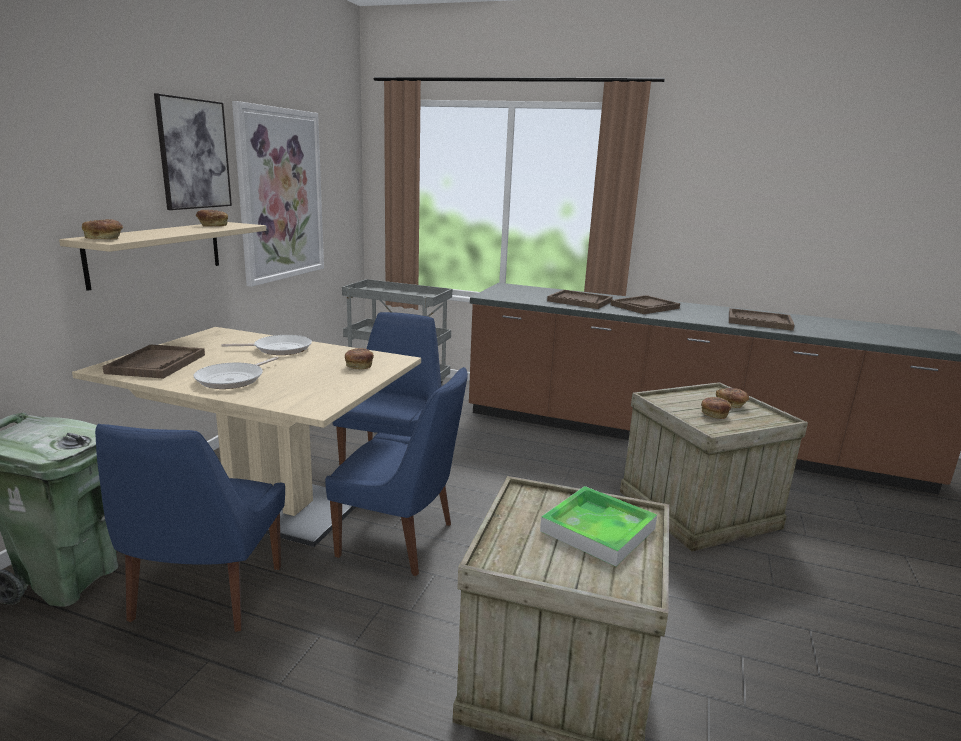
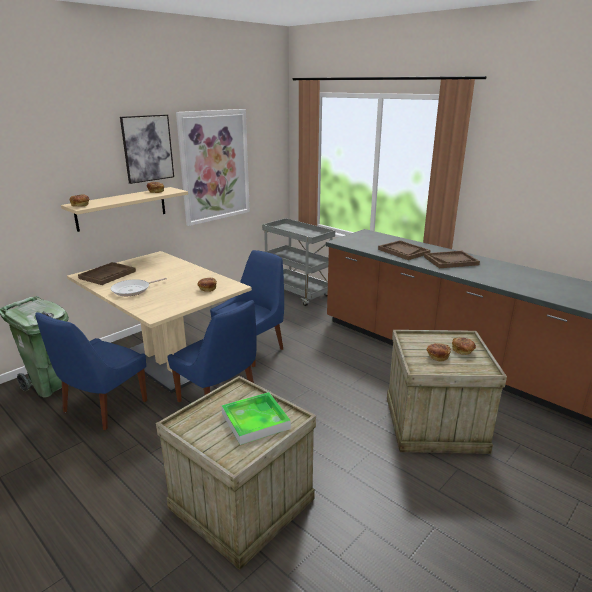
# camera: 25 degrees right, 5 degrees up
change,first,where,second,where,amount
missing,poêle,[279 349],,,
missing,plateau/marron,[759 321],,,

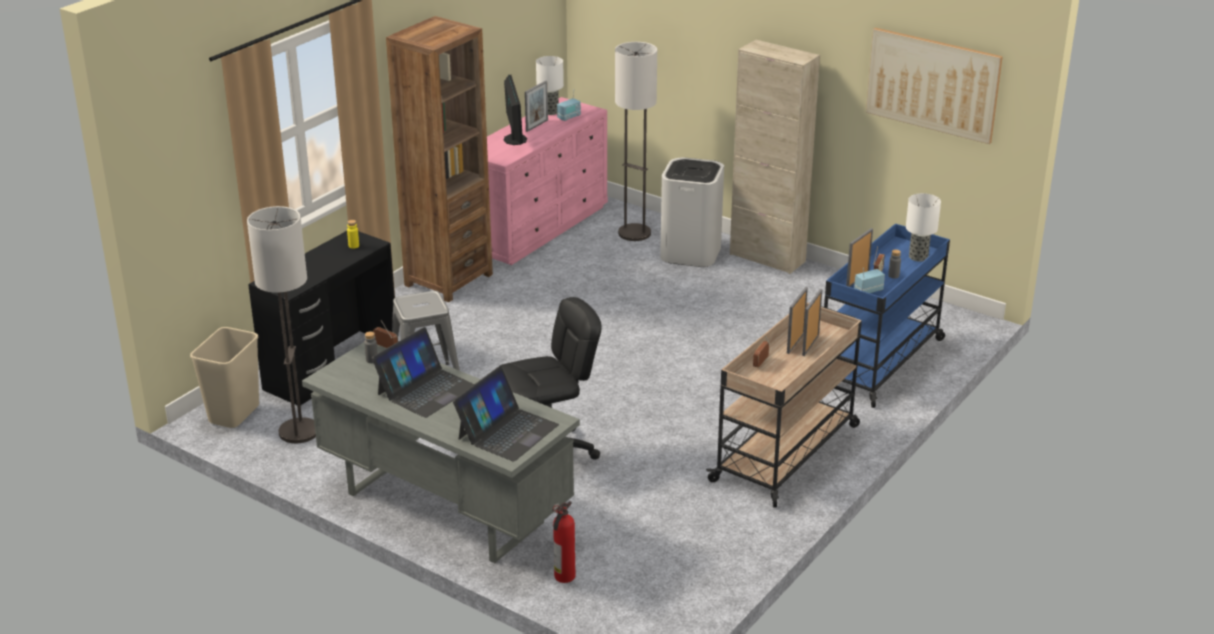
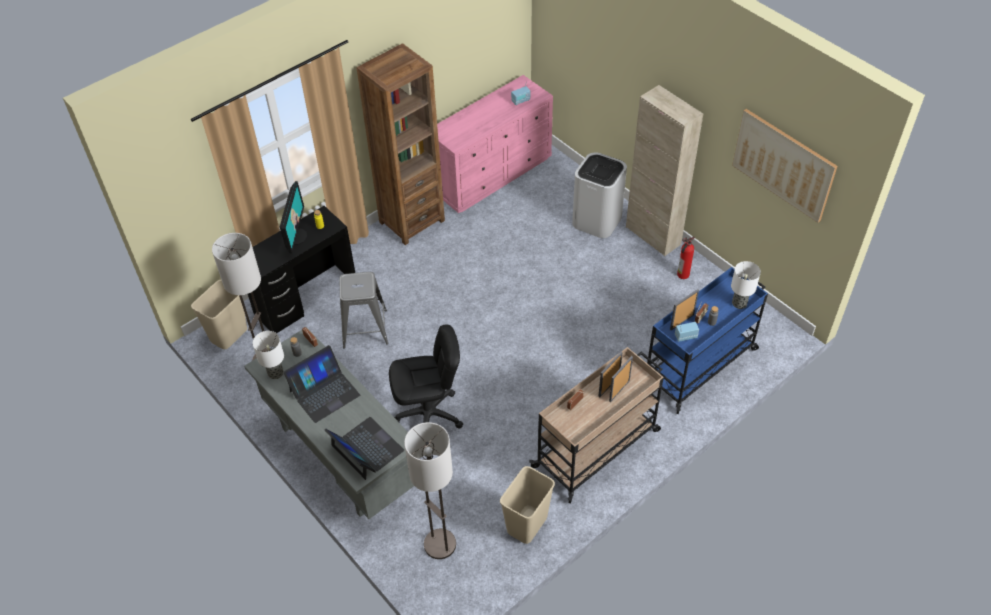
# camera: 15 degrees right, 20 degrees up
change,first,where,second,where,amount
missing,cadre photo,[537 125],,,
appeared,,,poubelle/beige,[527 525],
relocated,écran d'ordinateur,[514 139],,[296 236],
relocated,lampe de table,[551 112],,[276 373],
relocated,extincteur,[564 577],,[682 275],
relocated,lampadaire,[634 233],,[439 544],
spun,ordinateur portable,[507 431],,[366 448],90 degrees counterclockwise

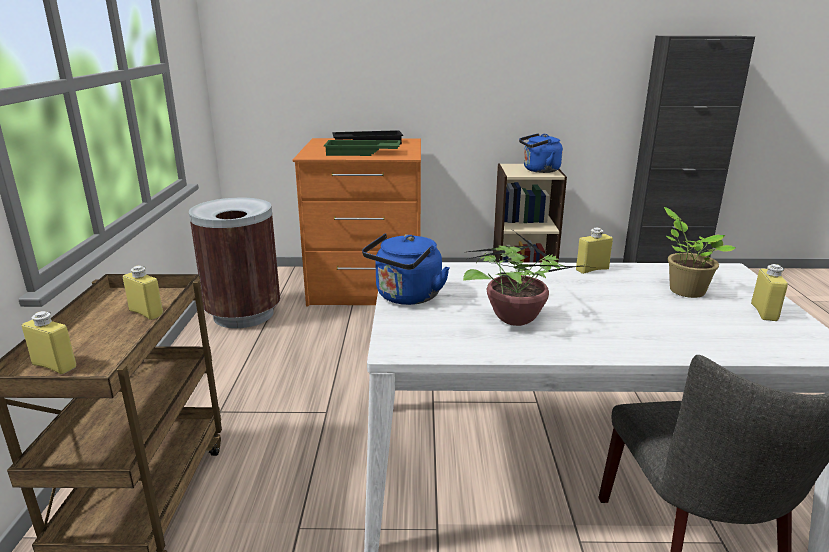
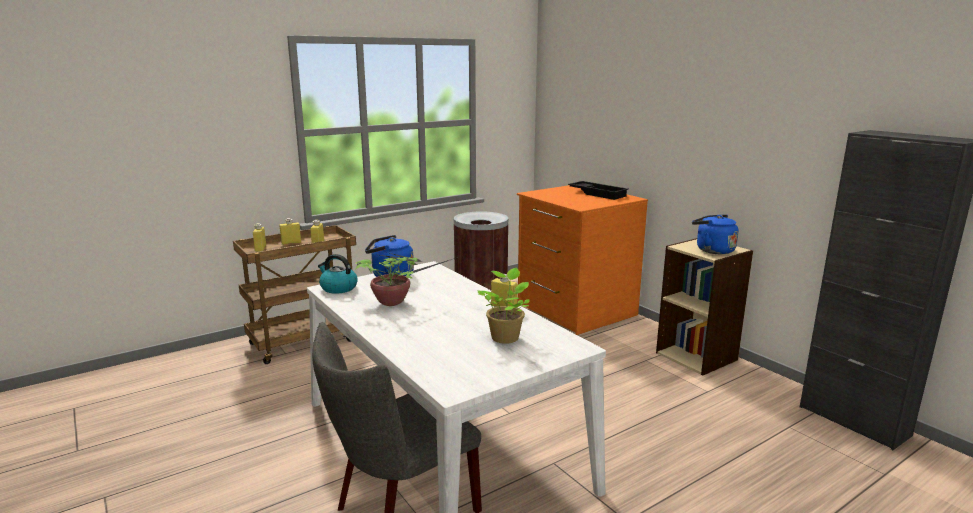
# camera: 55 degrees right, 5 degrees down
change,first,where,second,where,amount
missing,plateau/vert,[362 153],,,
appeared,,,bouilloire,[338 288],
relocated,bouteille/jaune,[764 312],,[291 243],

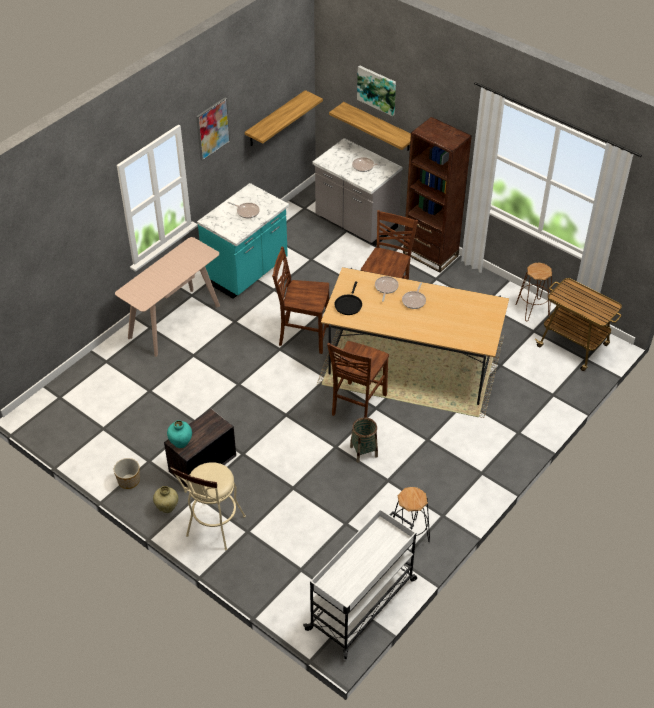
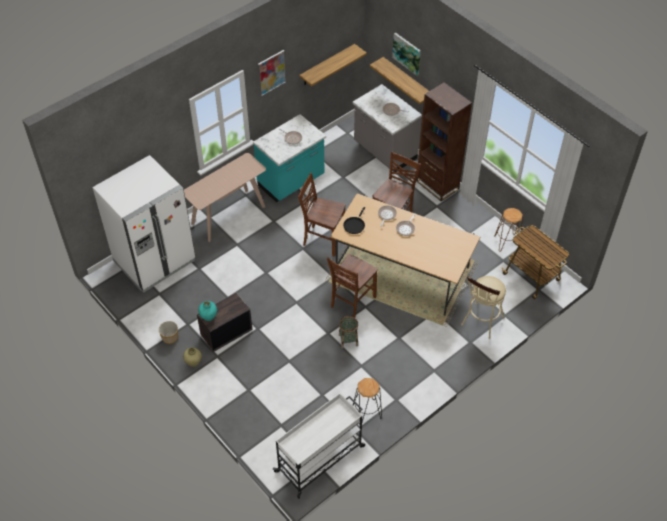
# camera: 10 degrees right, 5 degrees up
change,first,where,second,where,amount
appeared,,,réfrigérateur/blanc,[155 261],
relocated,tabouret/beige,[213 530],,[481 323],

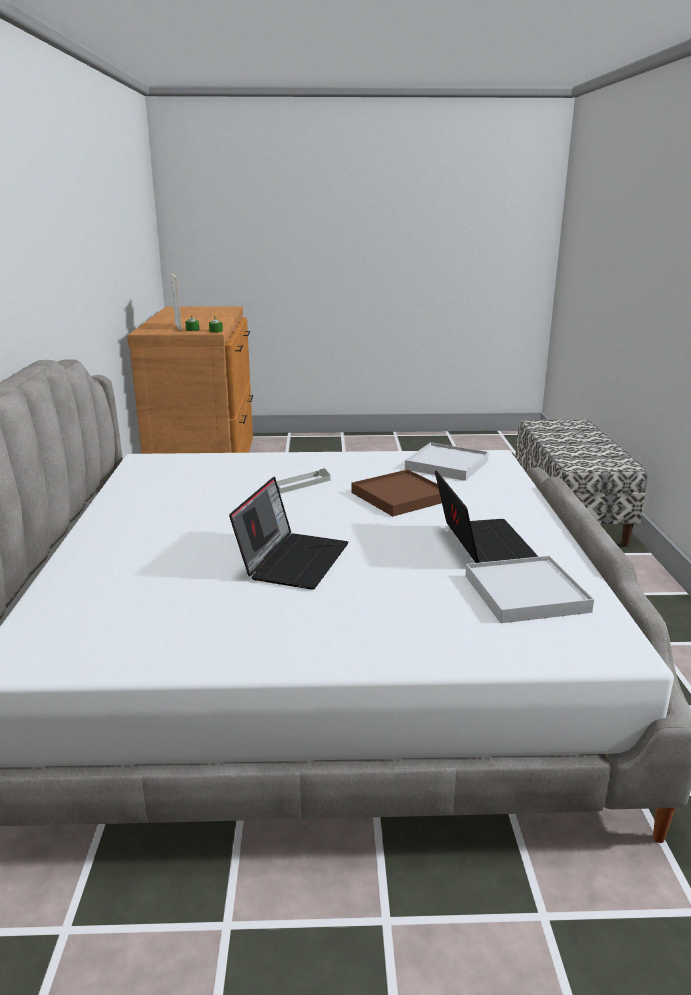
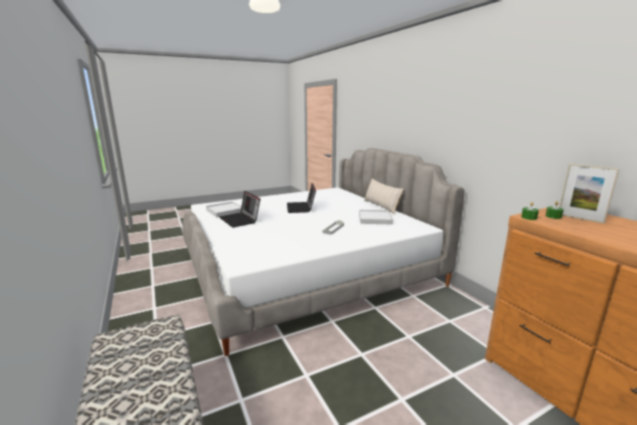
# camera: 155 degrees right, 5 degrees down
change,first,where,second,where,amount
missing,plateau/marron,[400 496],,,
appeared,,,coussin/beige,[381 206],
relocated,plateau/blanc,[446 465],,[375 219],

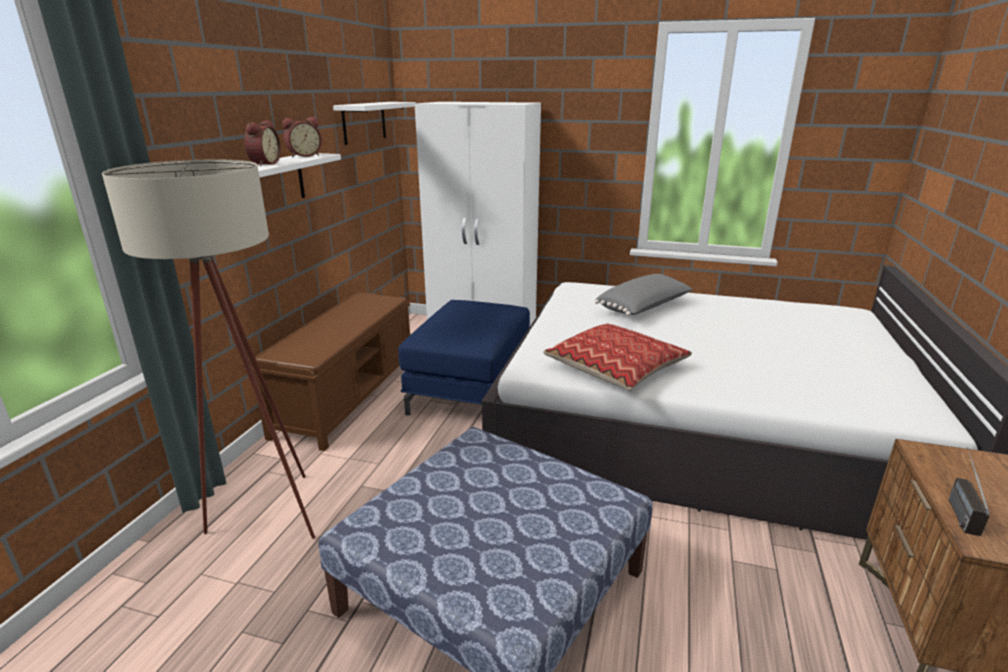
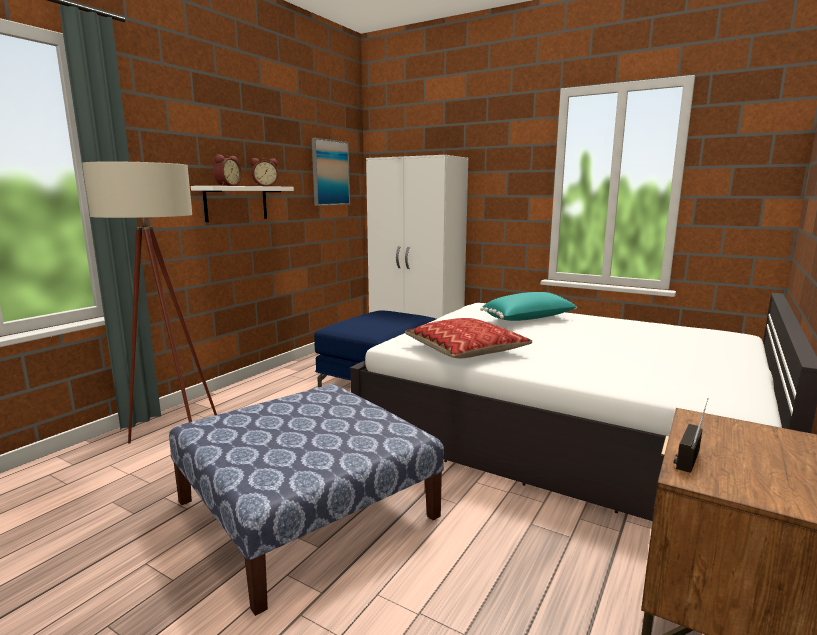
# camera: 15 degrees right, 10 degrees down
change,first,where,second,where,amount
missing,banc/marron,[348 396],,,
exchanged,étagère/blanc,[364 122],tableau,[330 173],
colour,coussin/gris,[644 308],coussin/turquoise,[529 319],

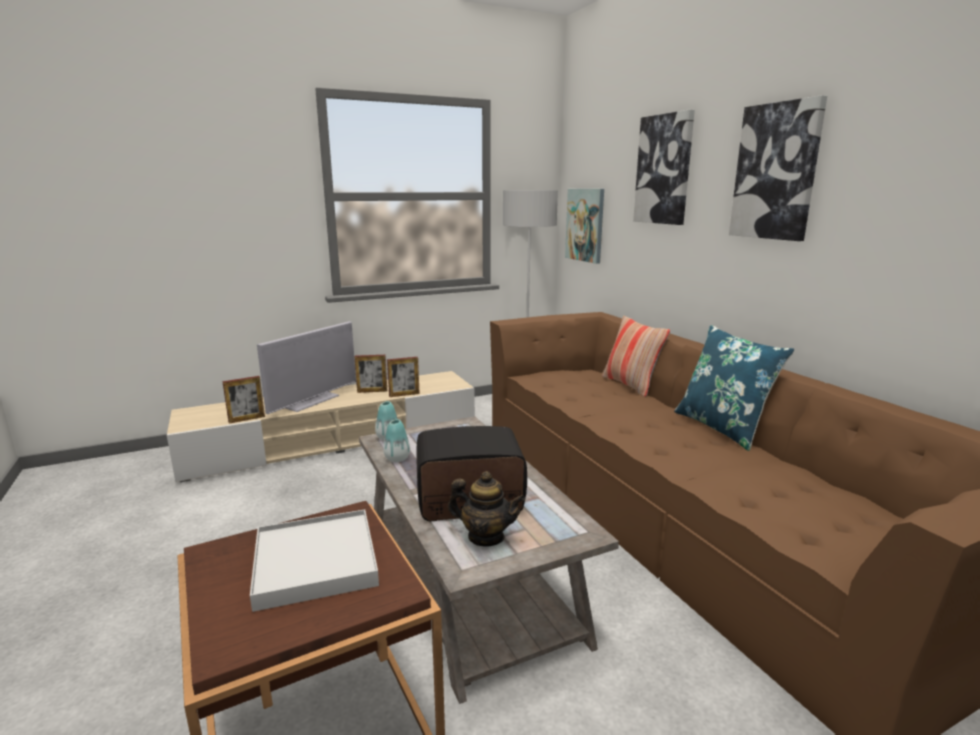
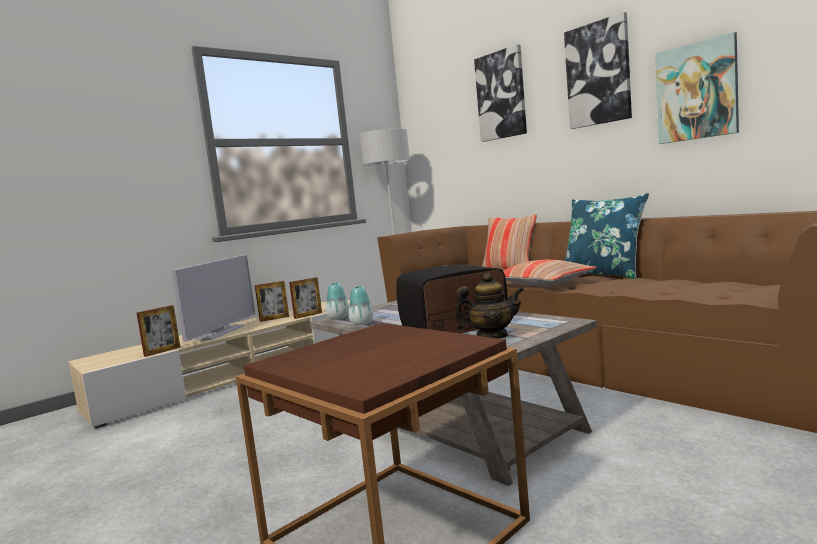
# camera: 15 degrees left, 10 degrees down
change,first,where,second,where,amount
missing,plateau/blanc,[316 562],,,
appeared,,,coussin,[544 283],
relocated,tableau,[585 225],,[696 91],

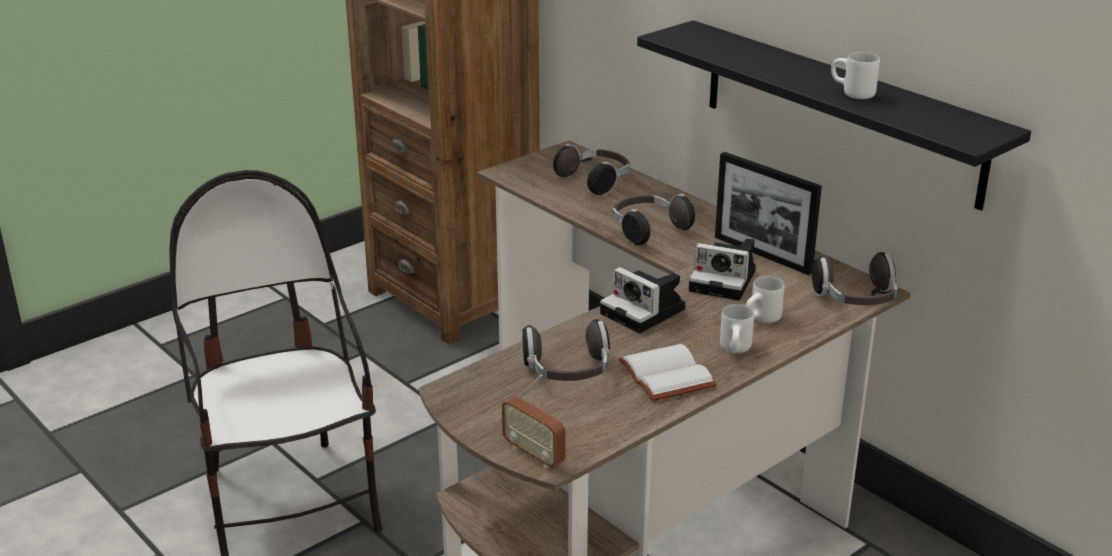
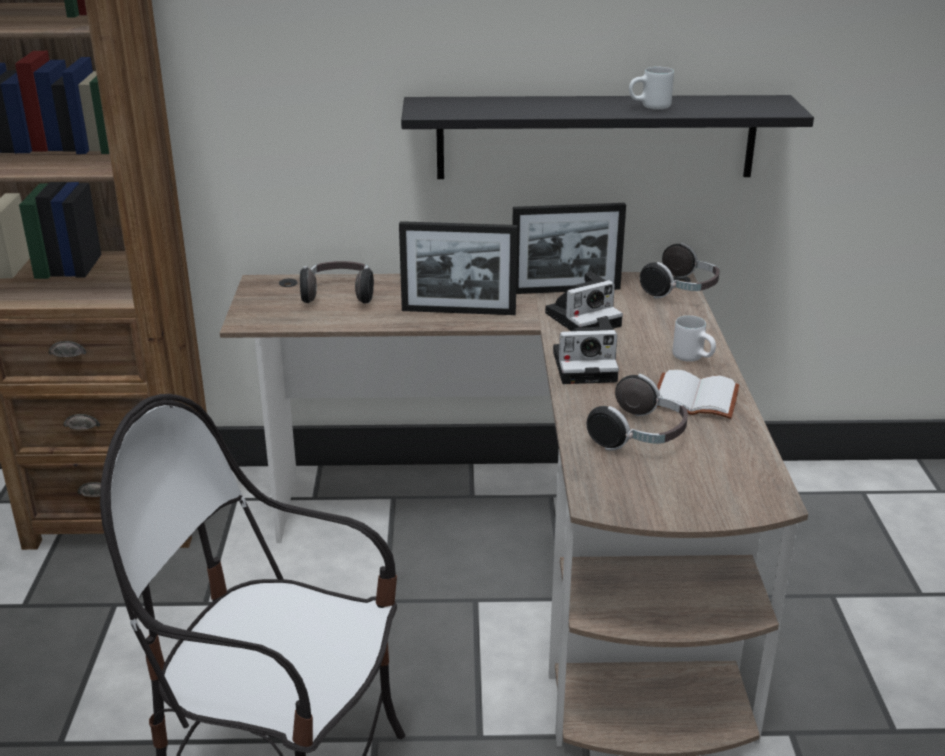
# camera: 50 degrees left, 0 degrees up
change,first,where,second,where,amount
missing,radio,[534 454],,,
missing,mug/blanc,[762 320],,,
exchanged,casque audio,[647 231],cadre photo,[458 311],

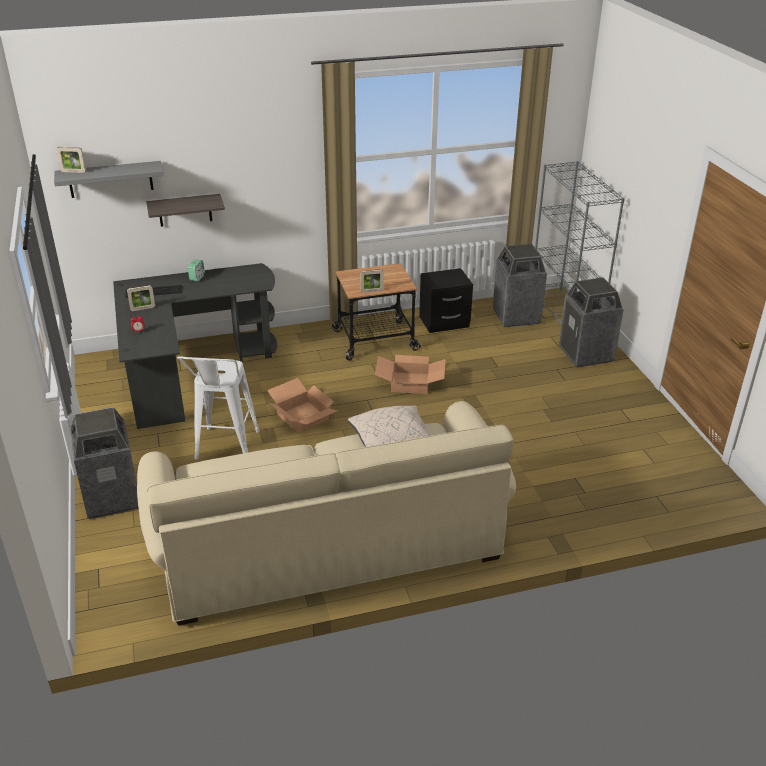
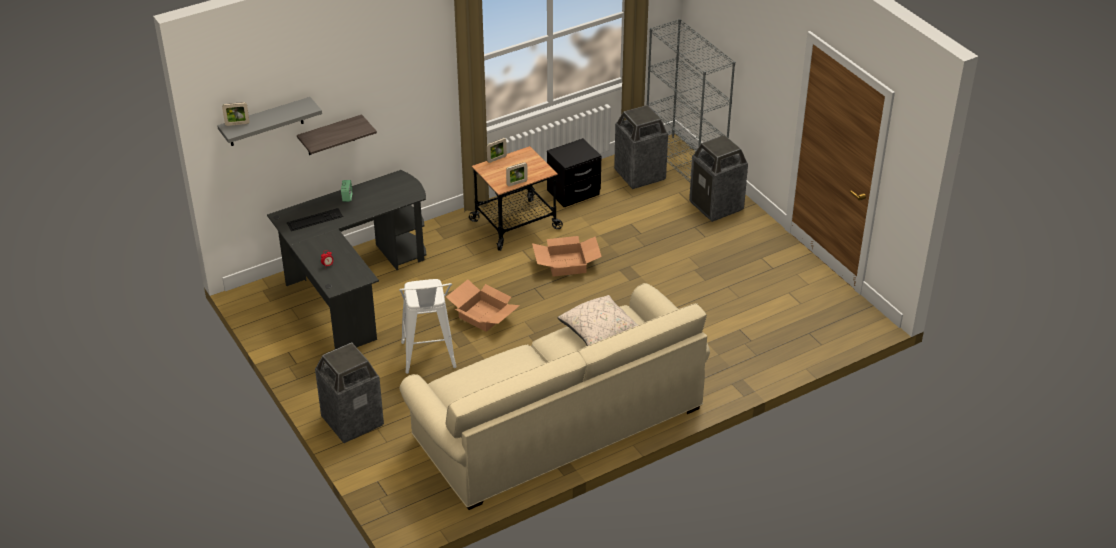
# camera: 15 degrees left, 5 degrees up
change,first,where,second,where,amount
relocated,cadre photo,[143 308],,[497 159],

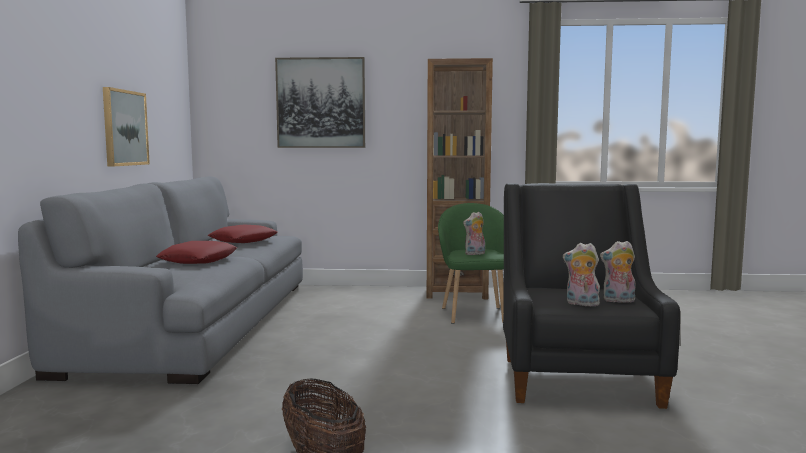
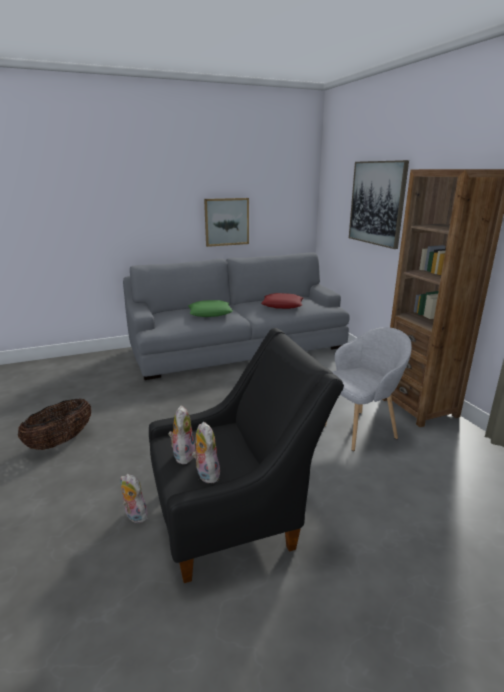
# camera: 65 degrees right, 15 degrees up
change,first,where,second,where,amount
relocated,peluche,[475 254],,[134 516],
colour,coussin/rouge,[198 260],coussin/vert,[210 313],
colour,fauteuil/vert,[474 314],fauteuil/gris,[360 430],

